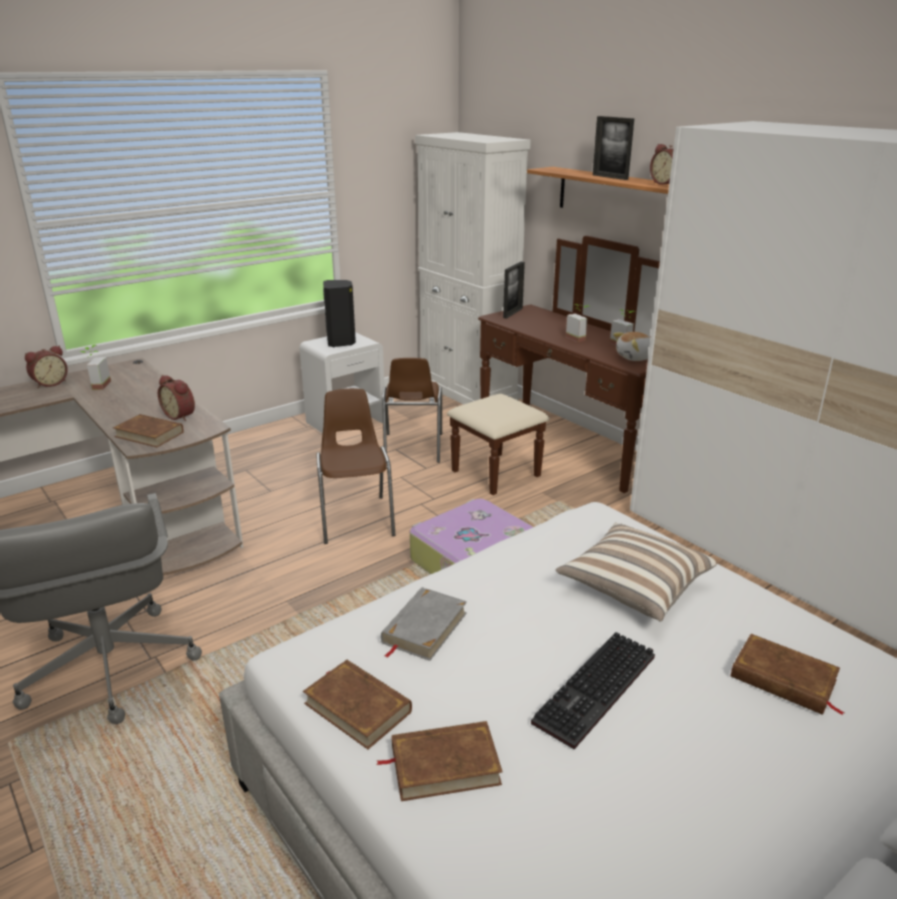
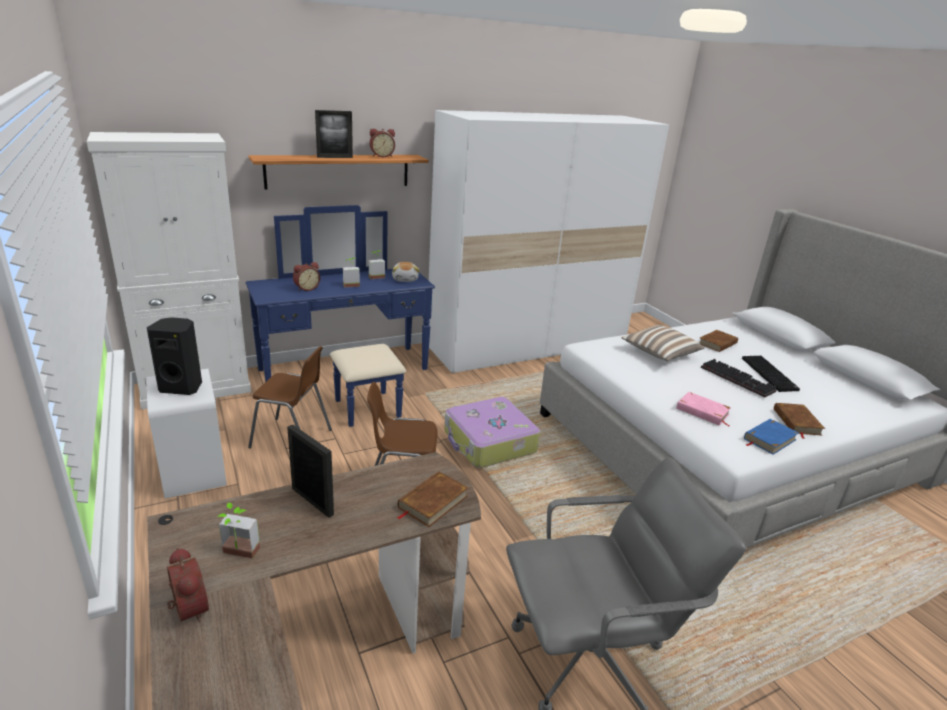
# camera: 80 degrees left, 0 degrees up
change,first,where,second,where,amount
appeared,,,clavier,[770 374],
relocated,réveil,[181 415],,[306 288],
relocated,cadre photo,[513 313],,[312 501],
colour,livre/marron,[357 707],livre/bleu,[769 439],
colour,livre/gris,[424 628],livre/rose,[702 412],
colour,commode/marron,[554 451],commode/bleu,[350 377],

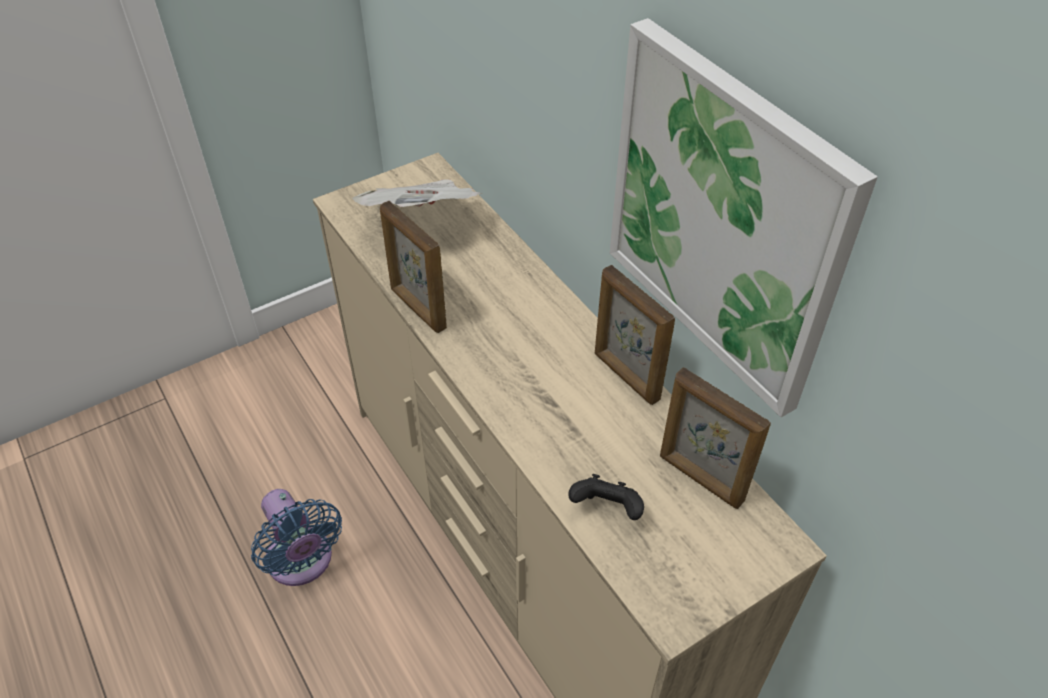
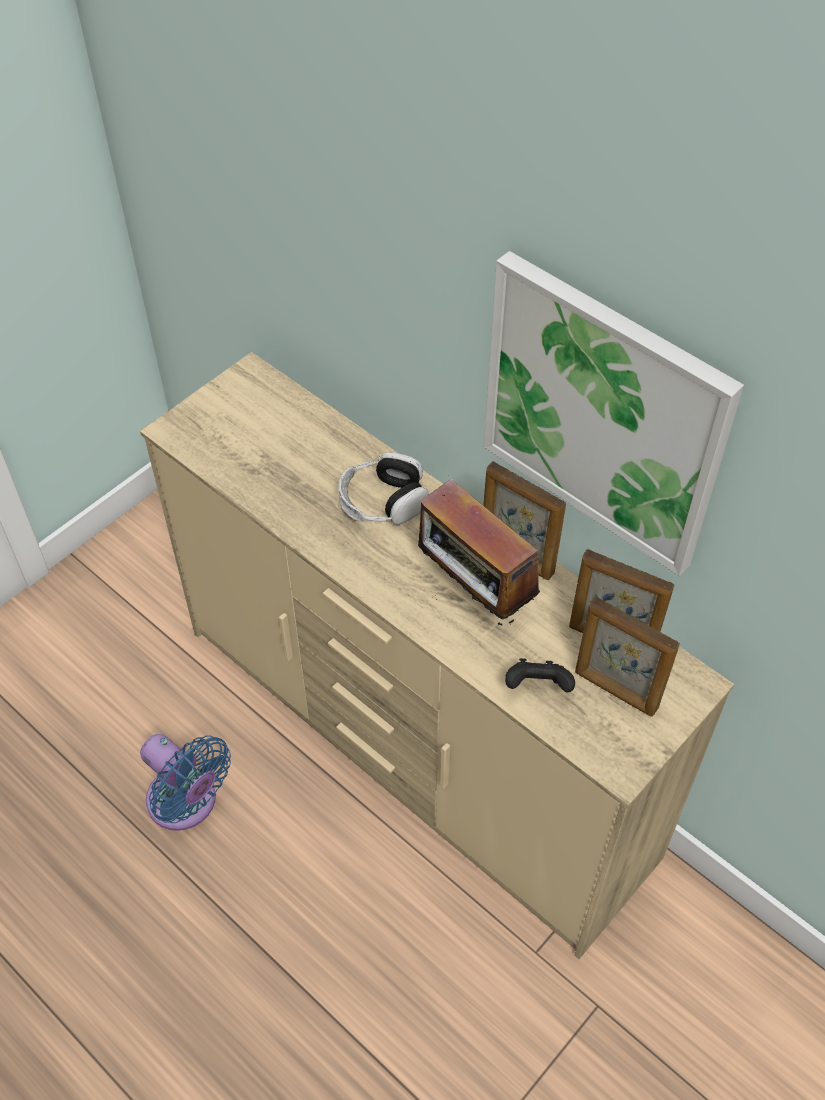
# camera: 15 degrees left, 5 degrees up
change,first,where,second,where,amount
missing,journal,[422 220],,,
appeared,,,casque audio,[383 501],
appeared,,,radio,[474 593],
relocated,cadre photo,[417 309],,[615 691],

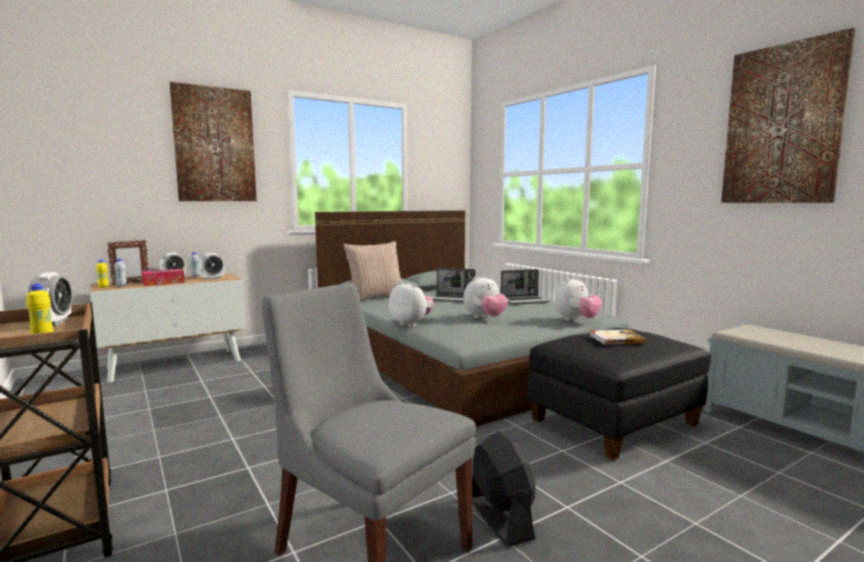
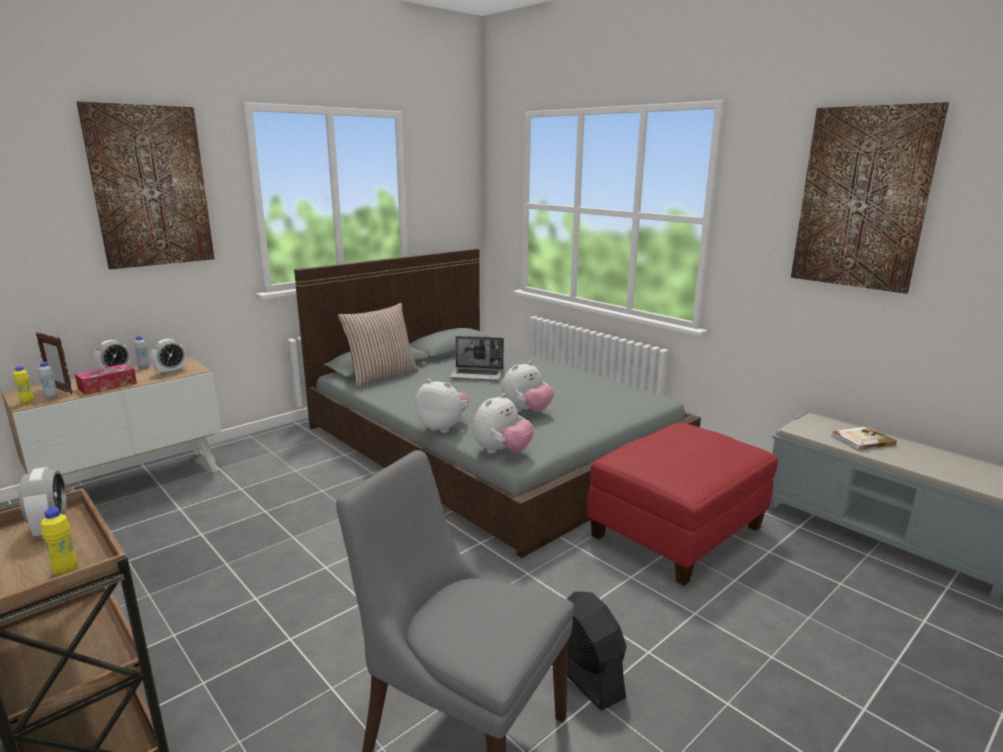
# camera: 10 degrees left, 10 degrees up
change,first,where,second,where,amount
missing,ordinateur portable,[525 301],,,
relocated,peluche,[576 320],,[502 451],
relocated,livre,[616 339],,[861 440],
colour,pouf/noir,[614 423],pouf/rouge,[677 533],
spun,cadre photo,[130 283],,[60 389],90 degrees clockwise

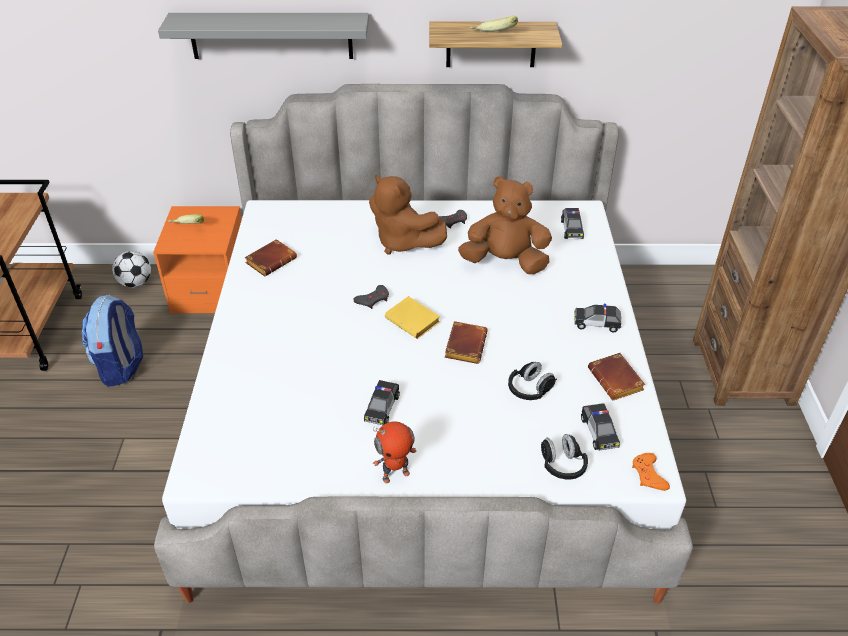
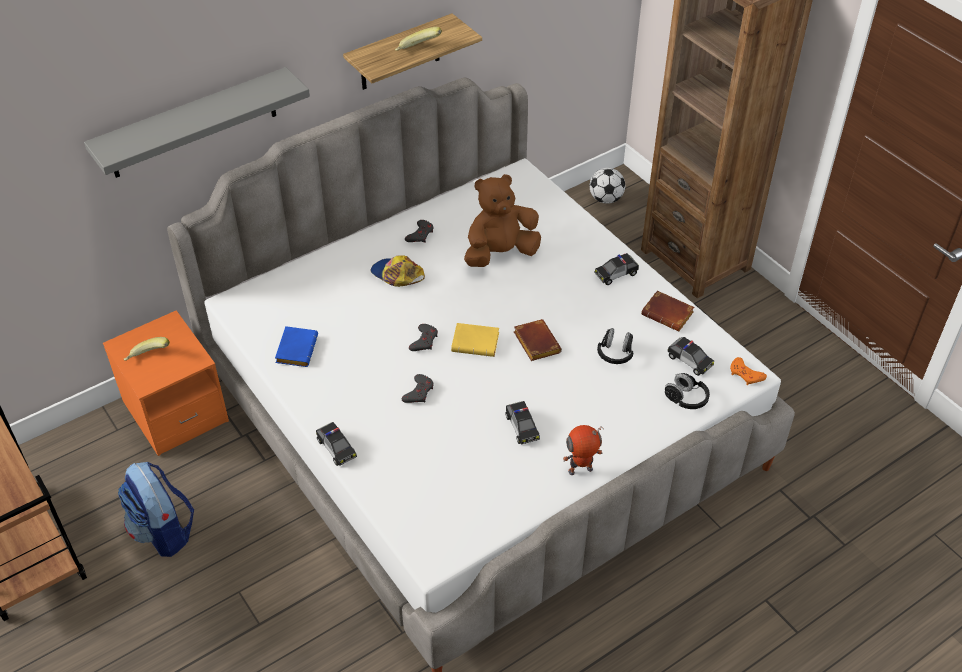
# camera: 35 degrees left, 5 degrees up
change,first,where,second,where,amount
appeared,,,manette/gris,[419 392],
relocated,ballon de foot,[136 283],,[606 199],
relocated,petite voiture,[571 229],,[336 448],
exchanged,peluche/marron,[402 242],casquette,[396 275],
colour,livre/marron,[271 260],livre/bleu,[296 349],
spun,robot jouet,[395 474],,[581 471],135 degrees counterclockwise

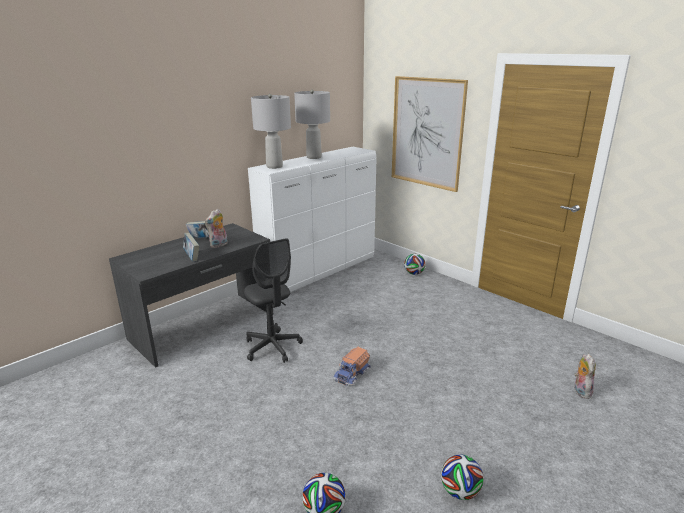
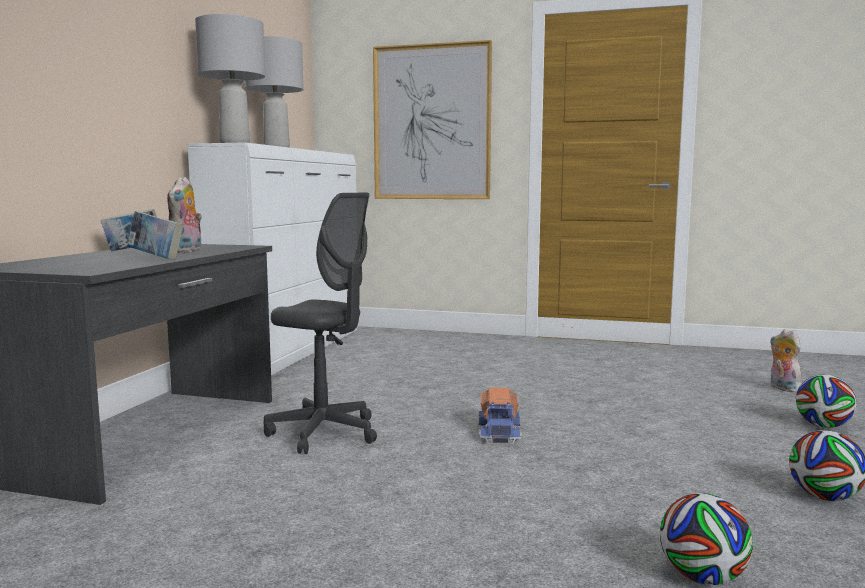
# camera: 30 degrees left, 15 degrees down
change,first,where,second,where,amount
relocated,ballon de foot,[414 273],,[823 426],

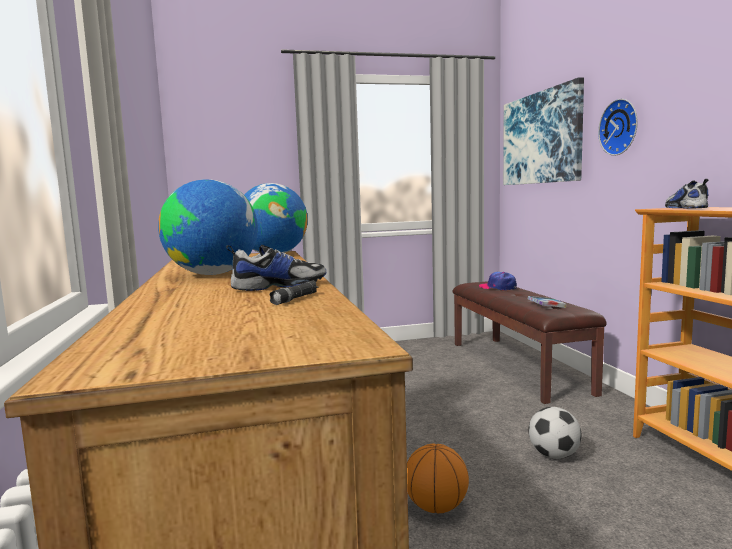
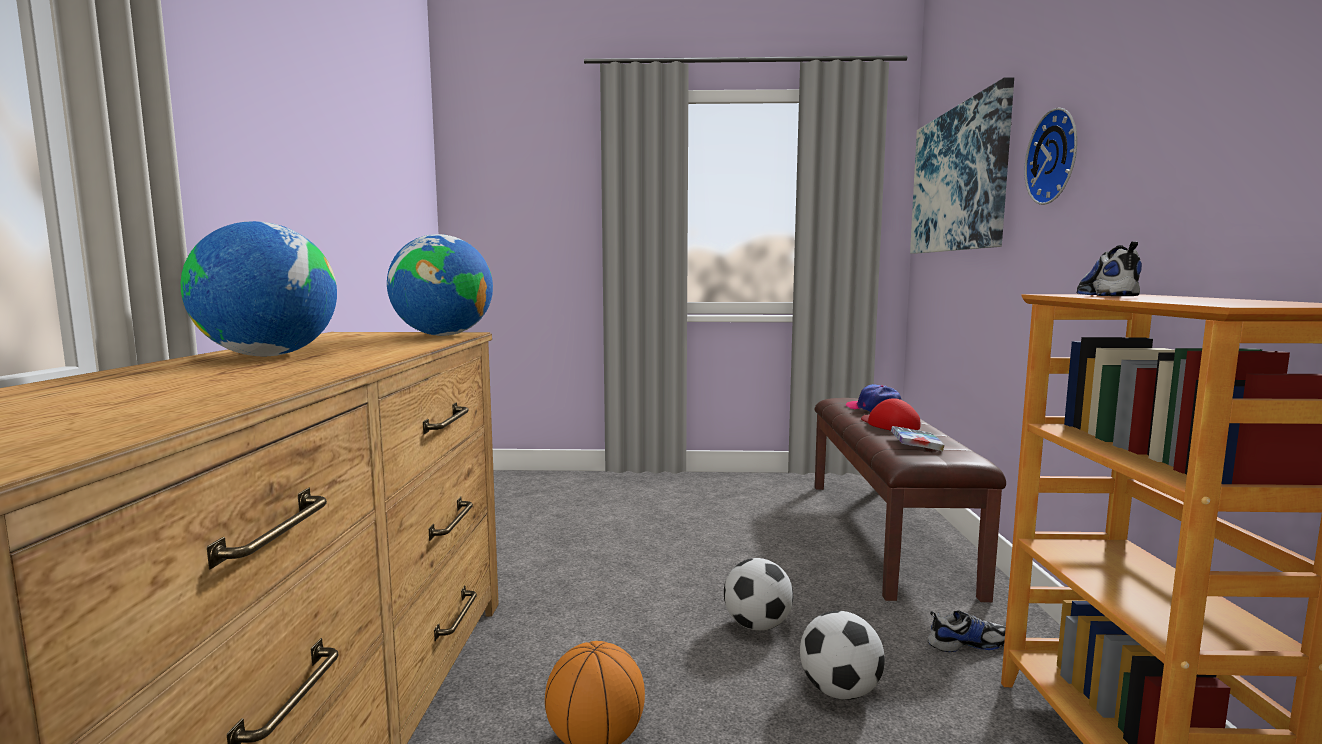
# camera: 15 degrees right, 0 degrees up
change,first,where,second,where,amount
missing,lampe de poche/noir,[295 298],,,
appeared,,,ballon de foot,[757 625],
appeared,,,casquette/rouge,[889 424],
relocated,chaussure,[279 286],,[966 644],

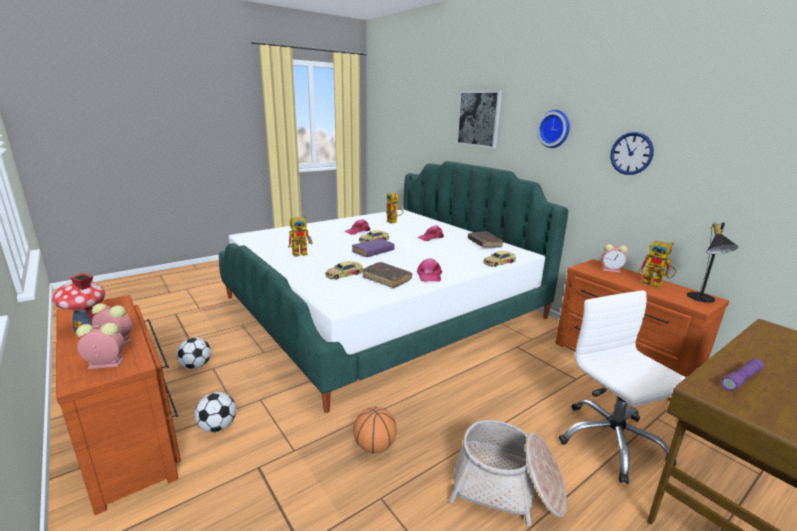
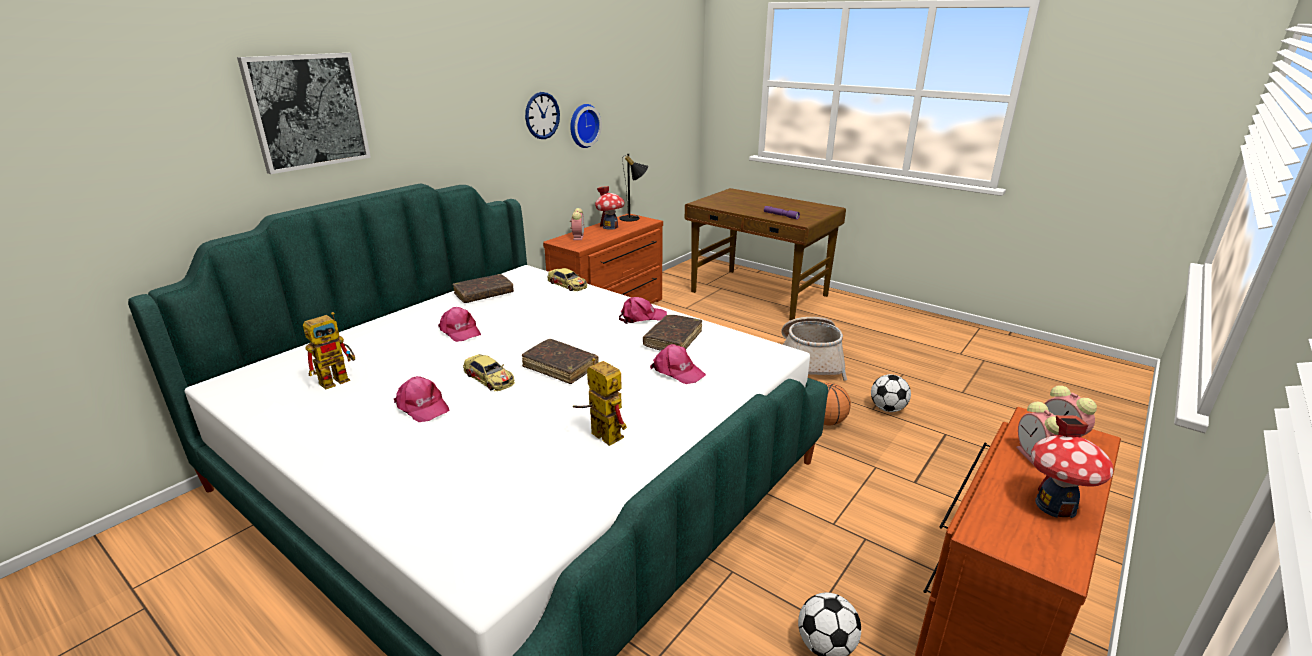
# camera: 105 degrees left, 5 degrees up
change,first,where,second,where,amount
missing,chaise de bureau/blanc,[611 441],,,
relocated,ballon de foot,[218 427],,[887 409],
relocated,horloge murale,[555 129],,[582 125],
exchanged,petite voiture,[344 274],casquette/rose,[677 371],
exchanged,robot jouet,[656 285],maison miniature,[610 227],
colour,livre/violet,[373 252],livre/marron,[560 367],

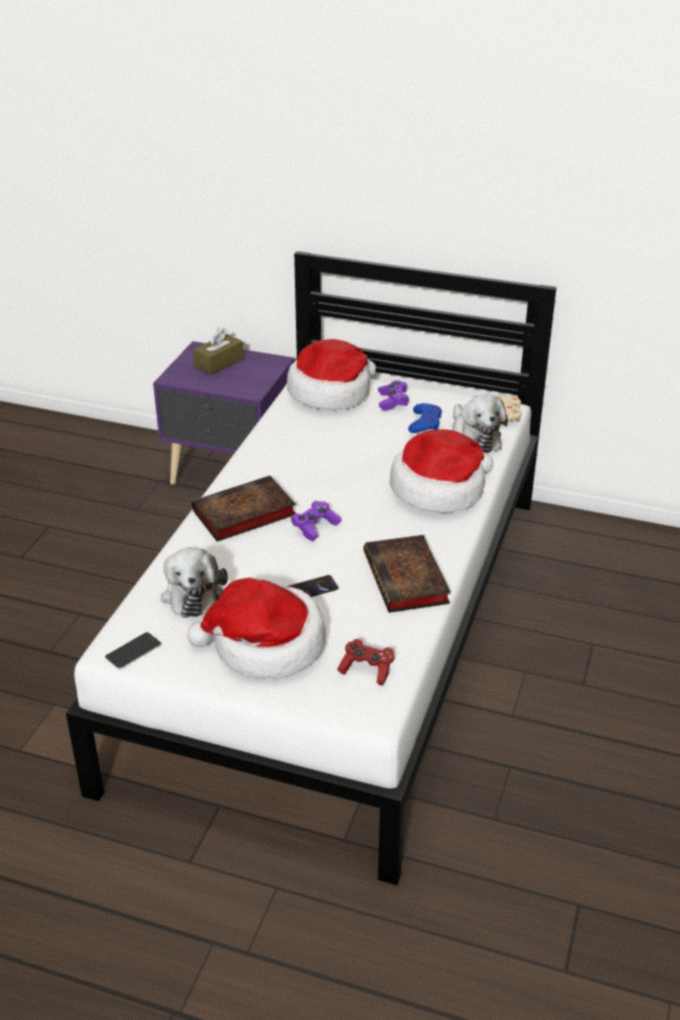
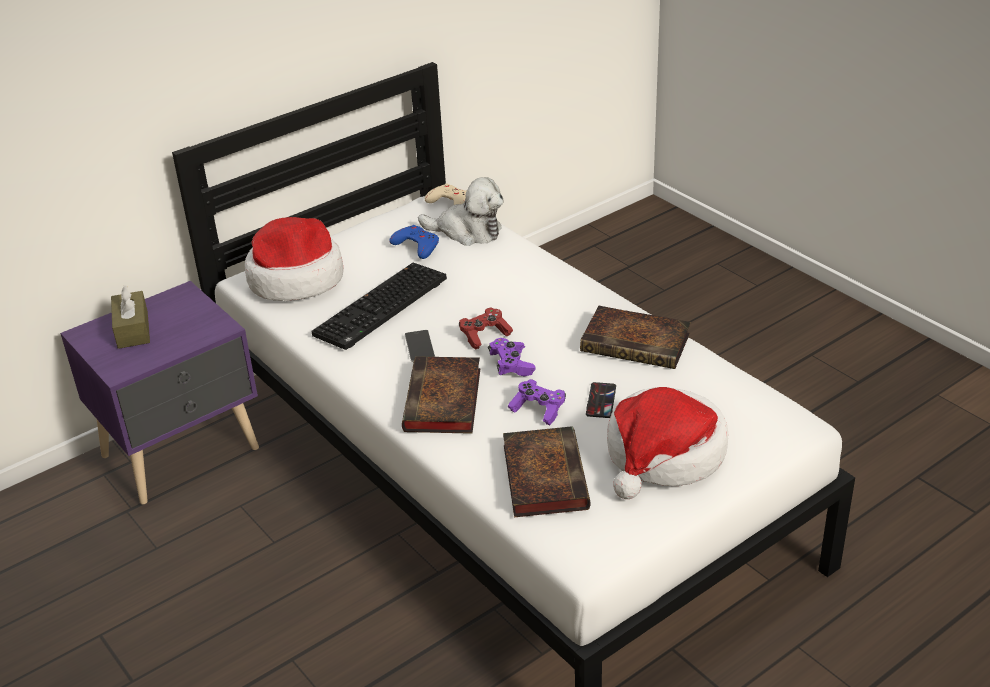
# camera: 55 degrees left, 0 degrees up
change,first,where,second,where,amount
missing,chapeau,[439 489],,,
appeared,,,clavier,[382 309],
relocated,téléphone,[133 651],,[419 346],
relocated,manette/rouge,[367 669],,[485 335],
relocated,manette/violet,[393 402],,[538 409],
exchanged,peluche,[193 593],livre,[543 475],

